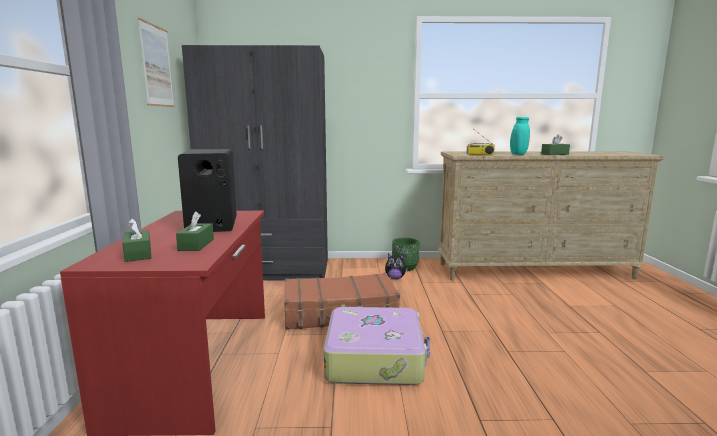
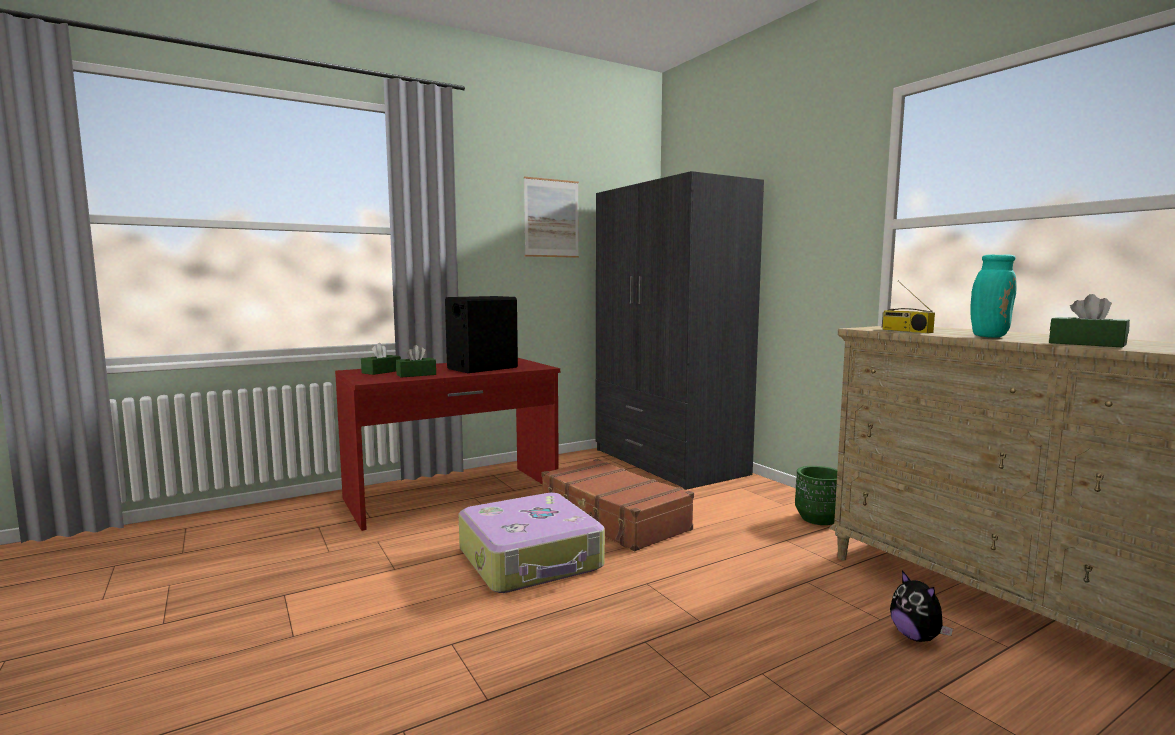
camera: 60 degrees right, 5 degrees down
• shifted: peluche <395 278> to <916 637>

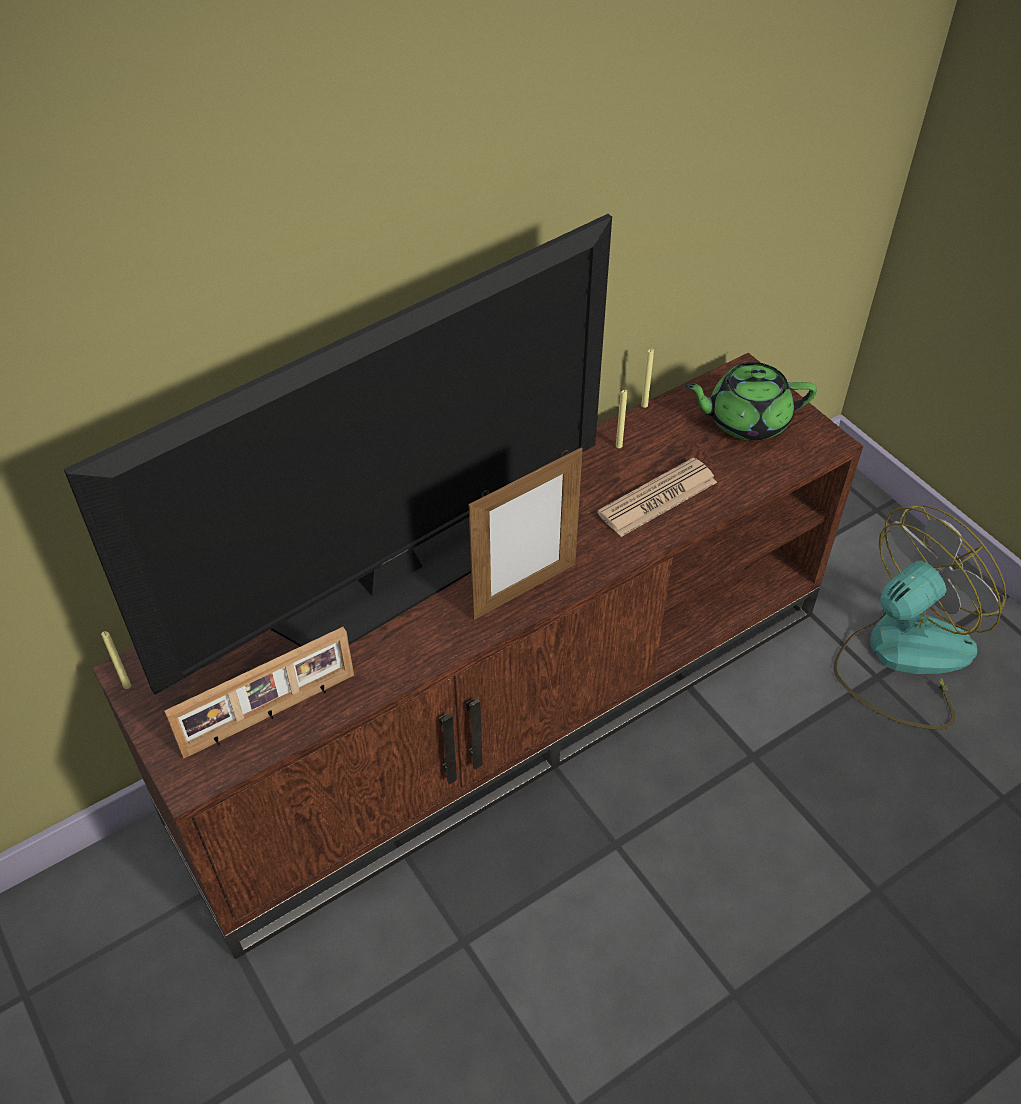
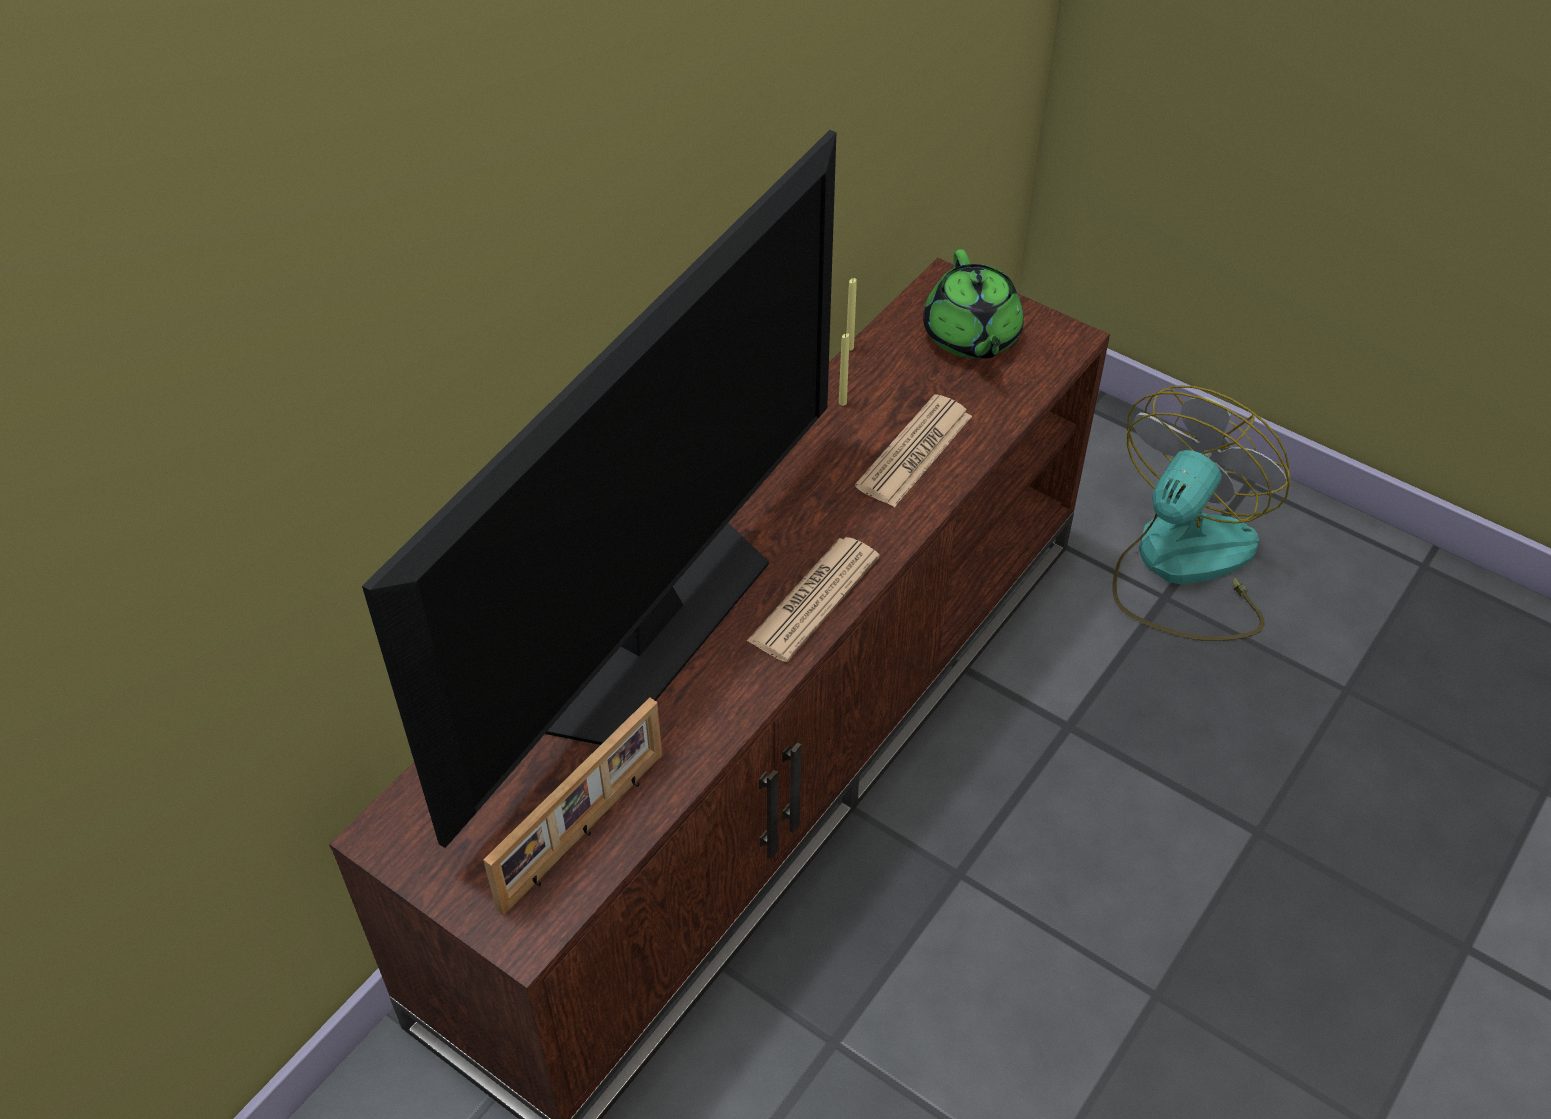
camera: 20 degrees left, 0 degrees up
• swapped: portarretratos <524 590> to periódico <814 599>
• rotated: tetera [verde] <746 420> = <971 337> 75 degrees counterclockwise
• gone: vela [amarillo] <127 685>

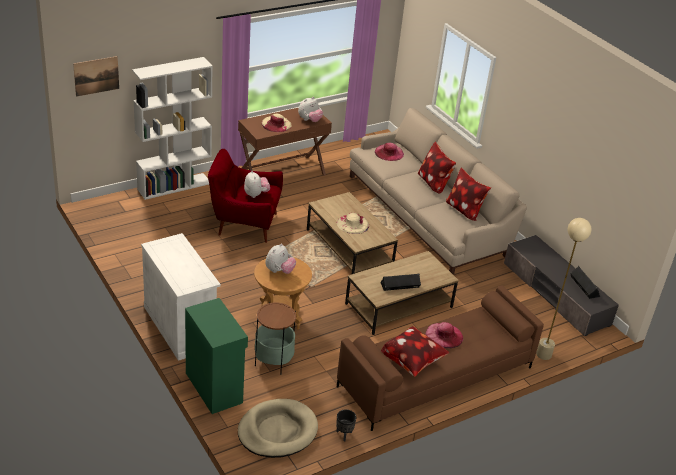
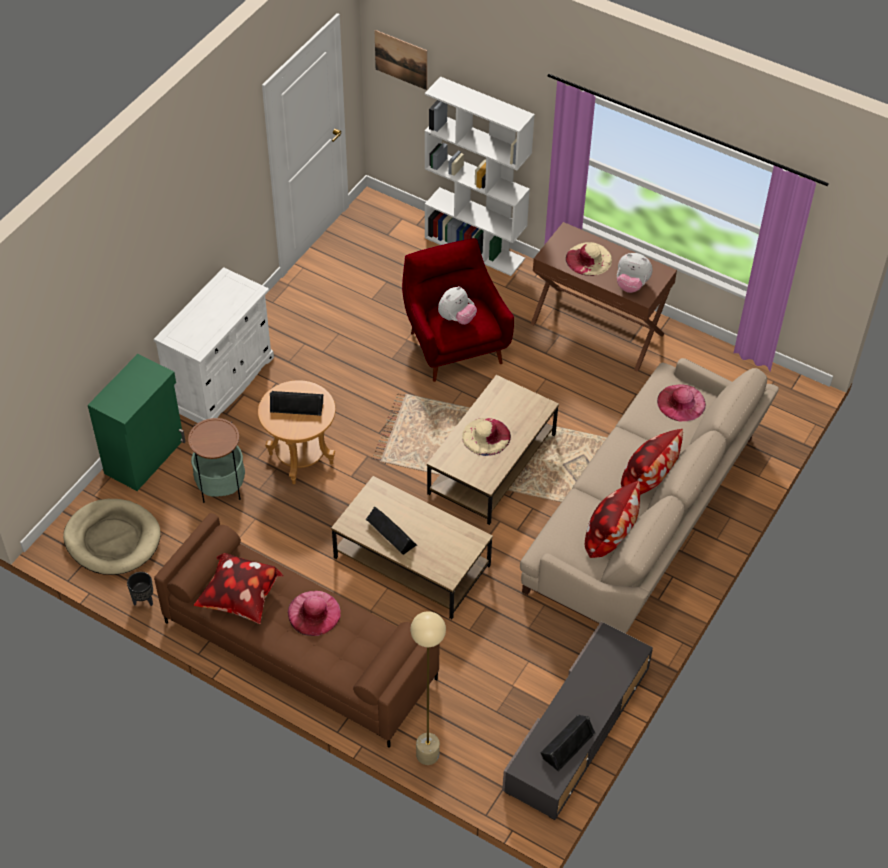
camera: 65 degrees right, 15 degrees up
• swapped: peluche <279 271> to altavoz [negro] <297 405>

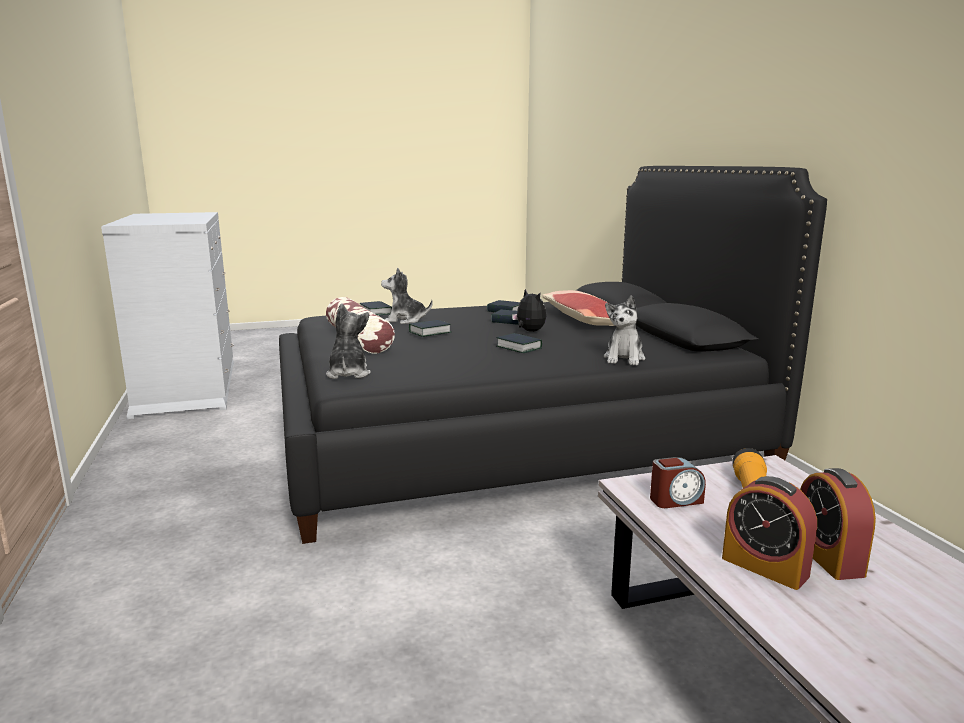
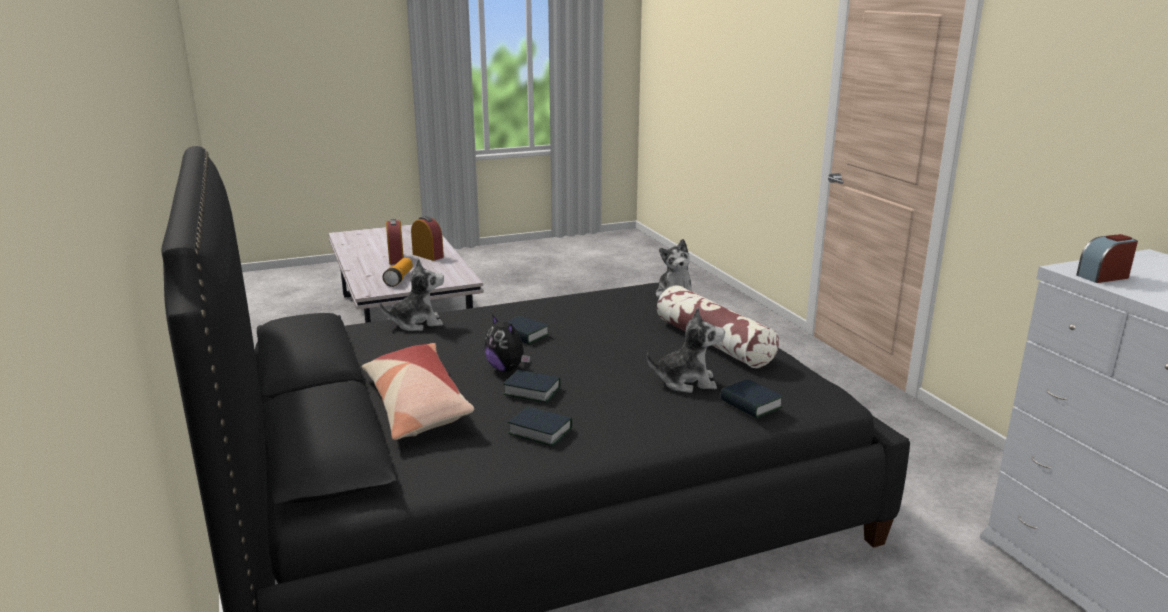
camera: 175 degrees right, 5 degrees up
• rotated: peluche <624 358> = <417 323> 60 degrees clockwise
• shifted: despertador <675 500> to <1103 276>
• gone: libro <430 332>

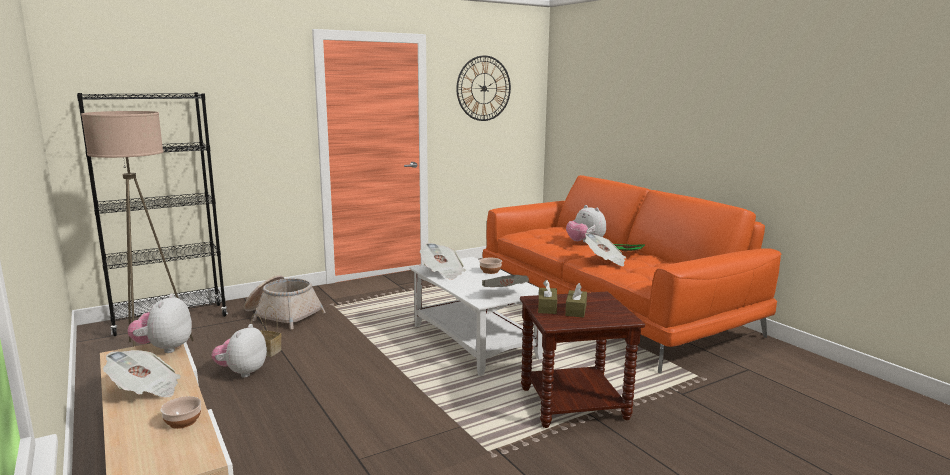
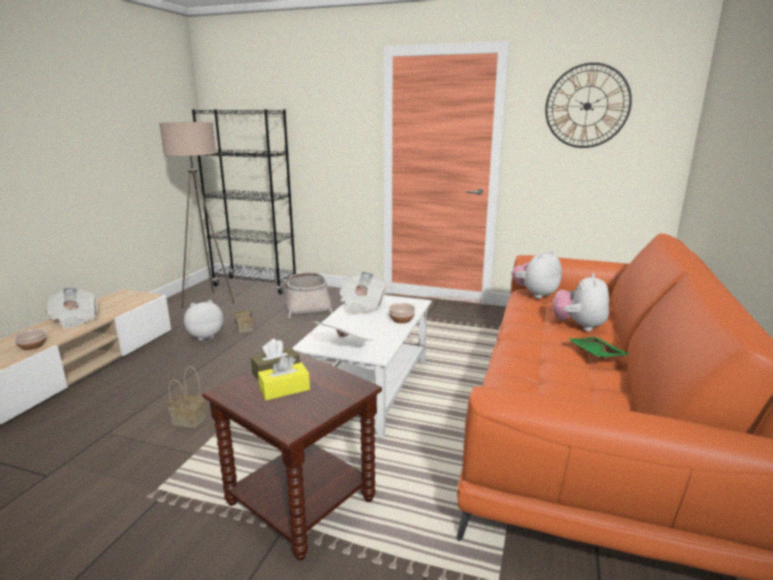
camera: 50 degrees right, 5 degrees up
• new: cesta <190 420>
• repainted: caja de pañuelos [marrón] <576 310> to caja de pañuelos [amarillo] <284 389>
• shifted: peluche <164 348> to <535 294>
• gone: periódico <605 261>

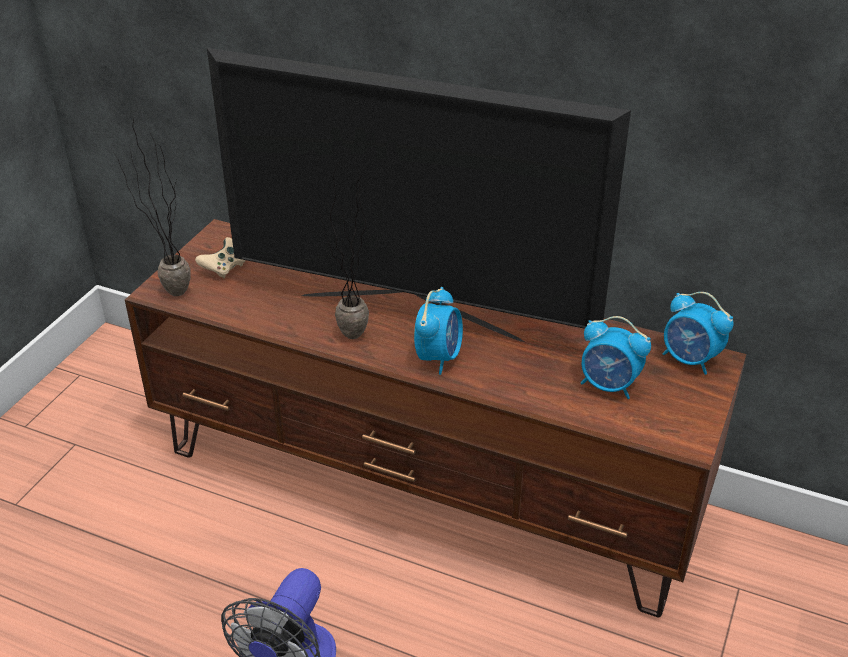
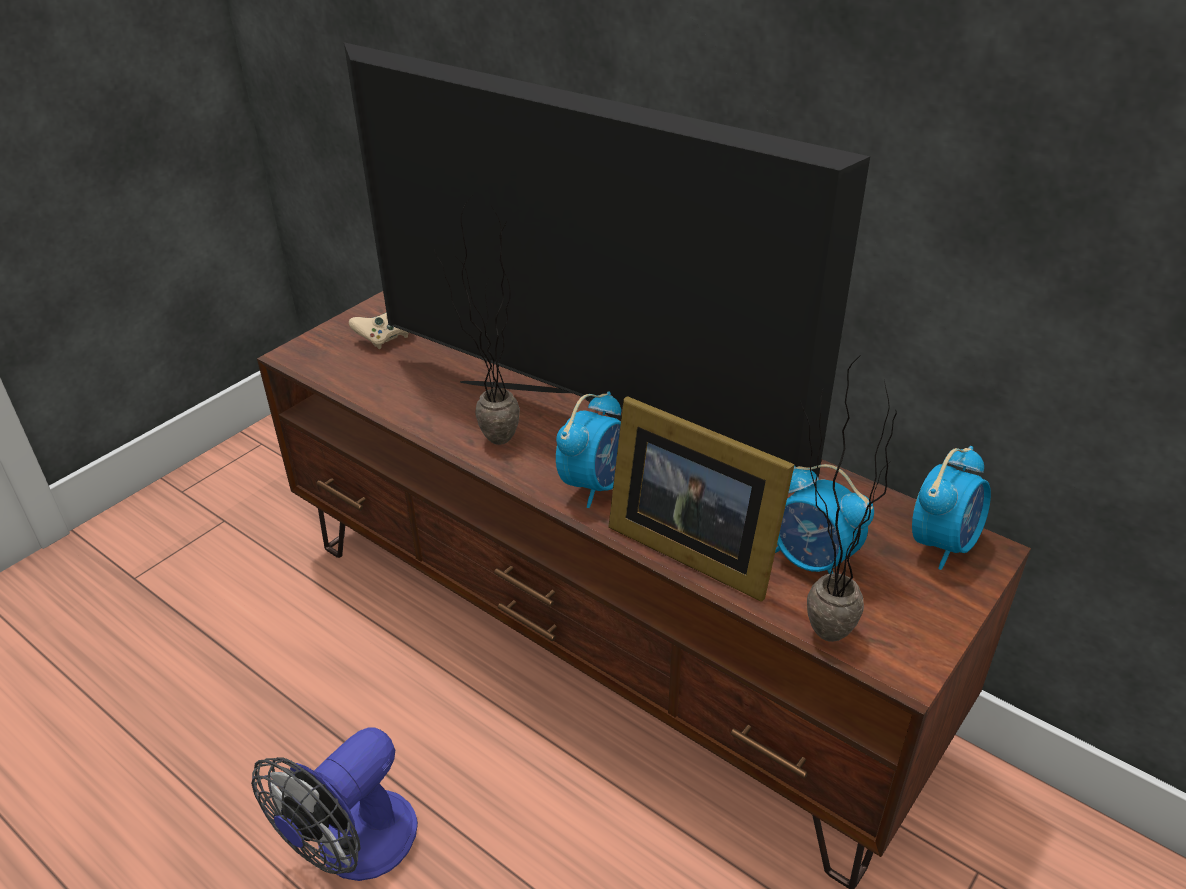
camera: 15 degrees right, 0 degrees up
• new: portarretratos <690 545>
• shifted: planta en maceta <168 291> to <812 628>
• rotated: despertador <690 360> = <943 543> 105 degrees counterclockwise

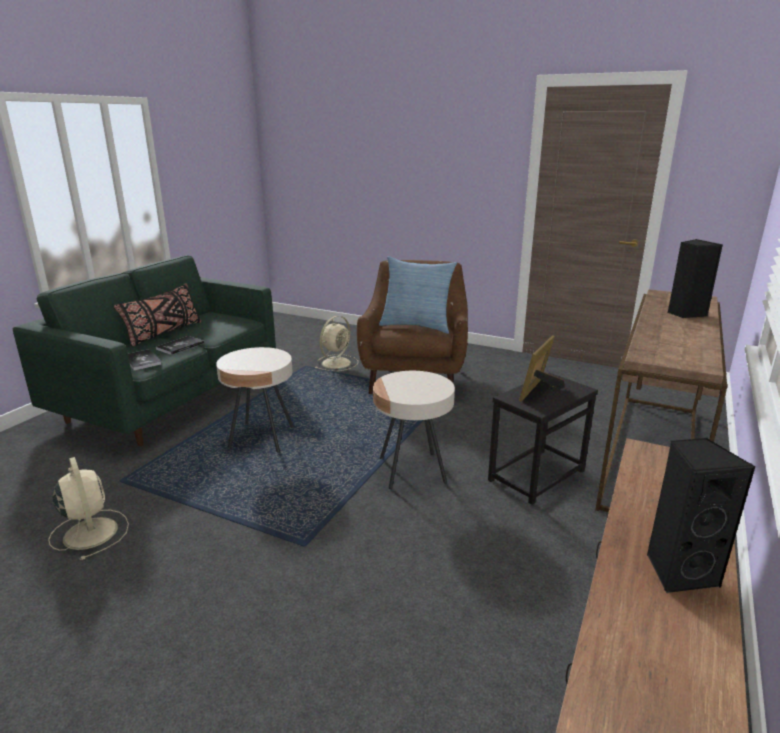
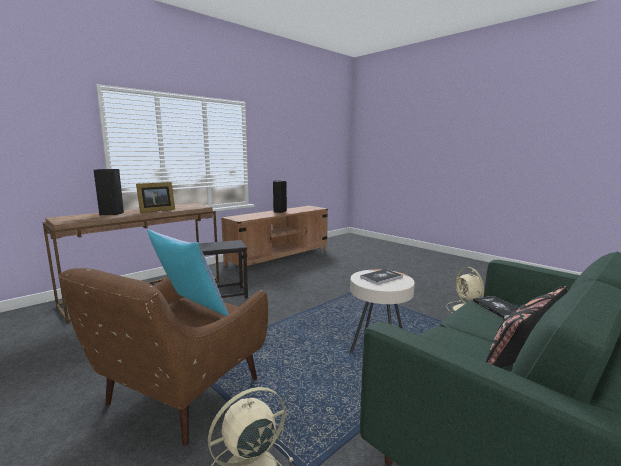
camera: 160 degrees left, 10 degrees down
• shifted: portarretratos <539 391> to <155 210>
• shifted: libro <180 346> to <381 277>
• gone: mesa auxiliar [beis] <412 470>

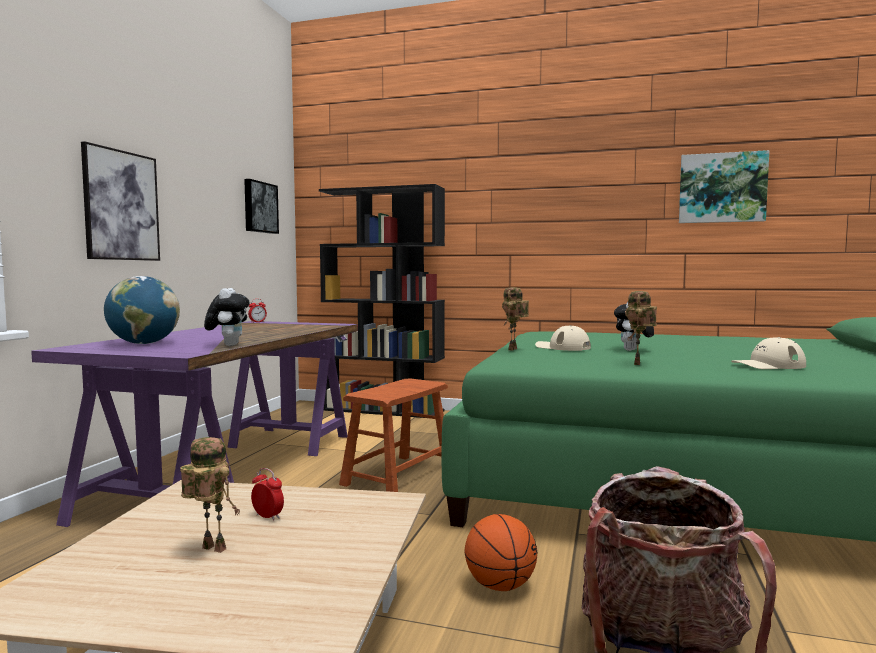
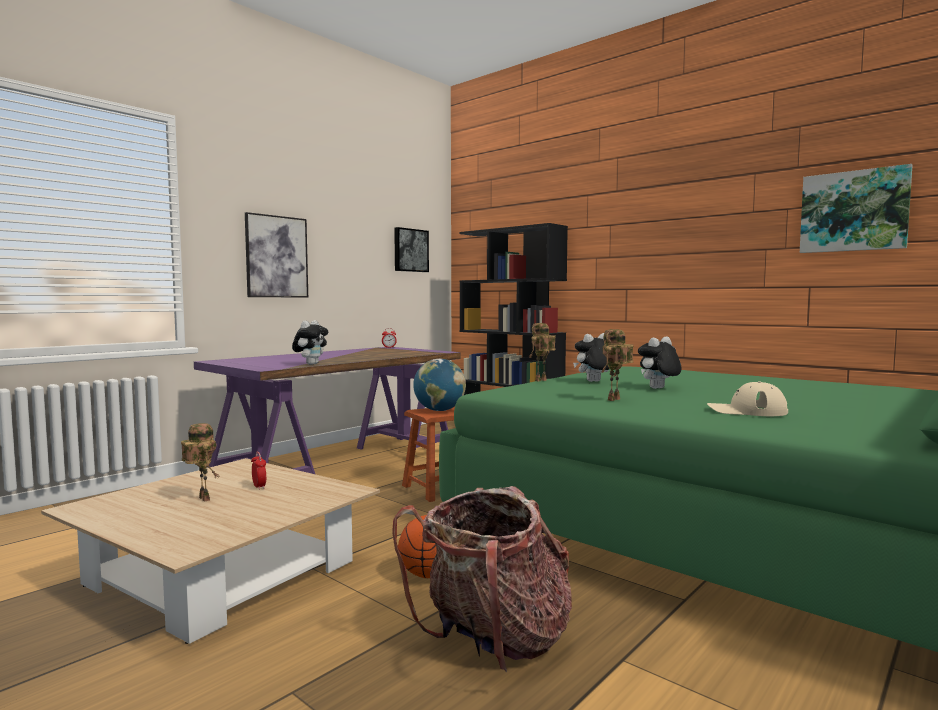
camera: 25 degrees right, 0 degrees up
• shifted: globo terráqueo <144 343> to <439 410>
• swapped: gorra [beis] <562 347> to peluche <594 382>

